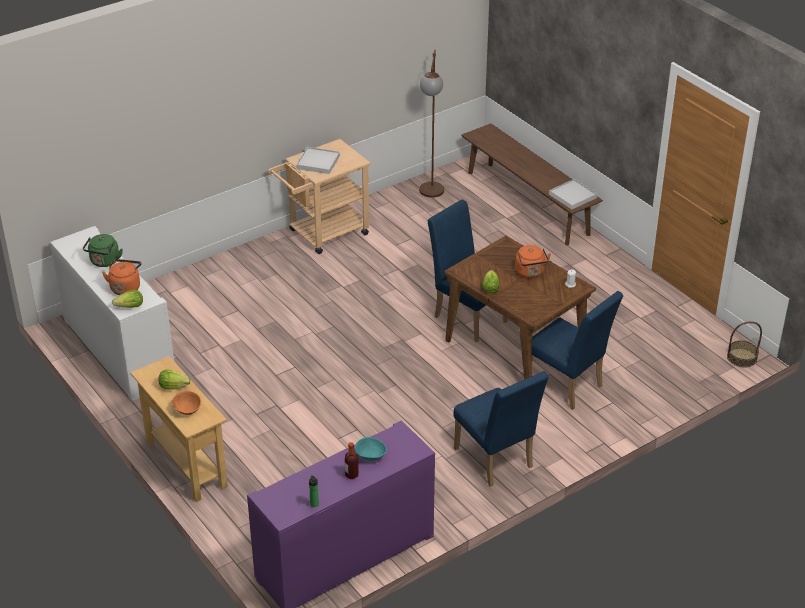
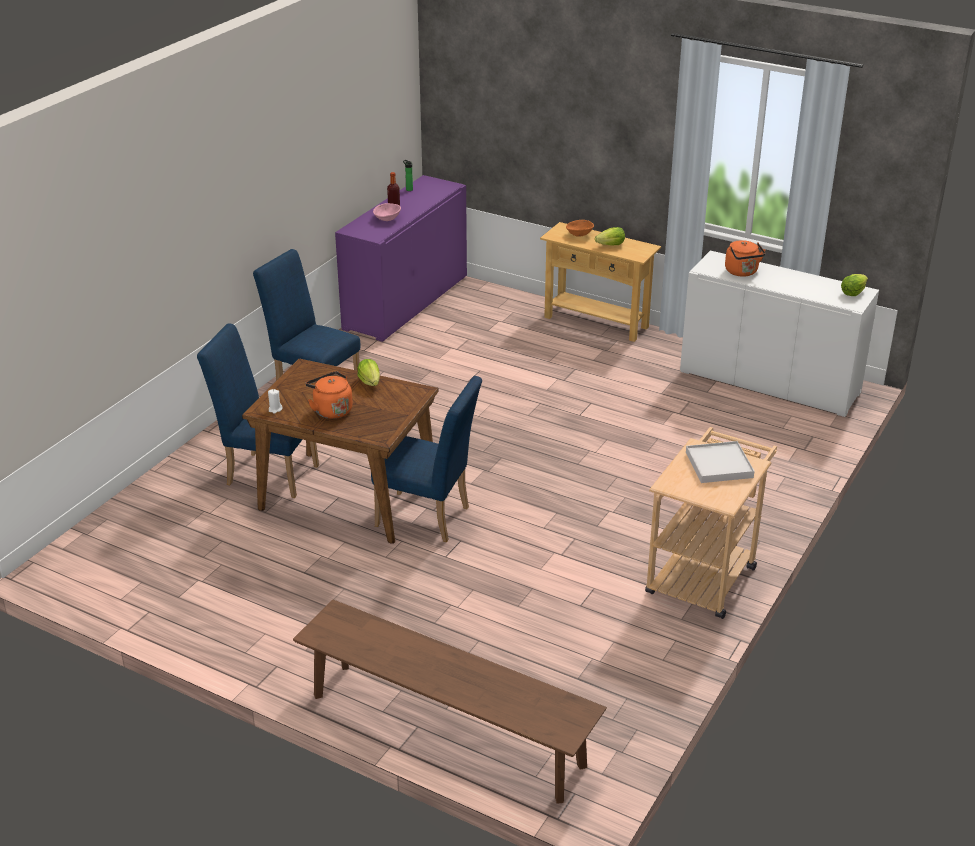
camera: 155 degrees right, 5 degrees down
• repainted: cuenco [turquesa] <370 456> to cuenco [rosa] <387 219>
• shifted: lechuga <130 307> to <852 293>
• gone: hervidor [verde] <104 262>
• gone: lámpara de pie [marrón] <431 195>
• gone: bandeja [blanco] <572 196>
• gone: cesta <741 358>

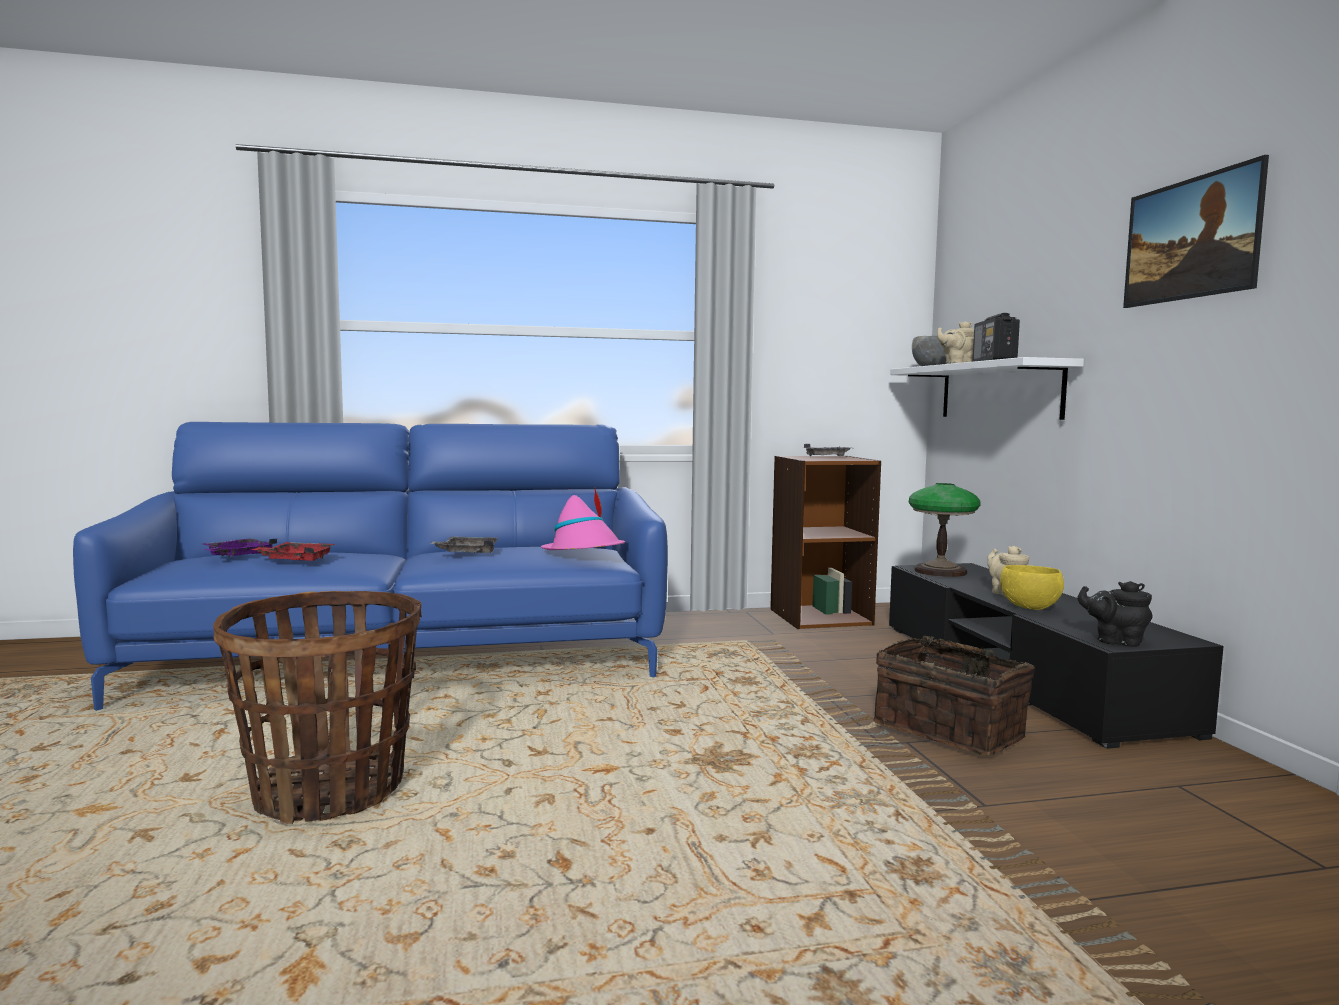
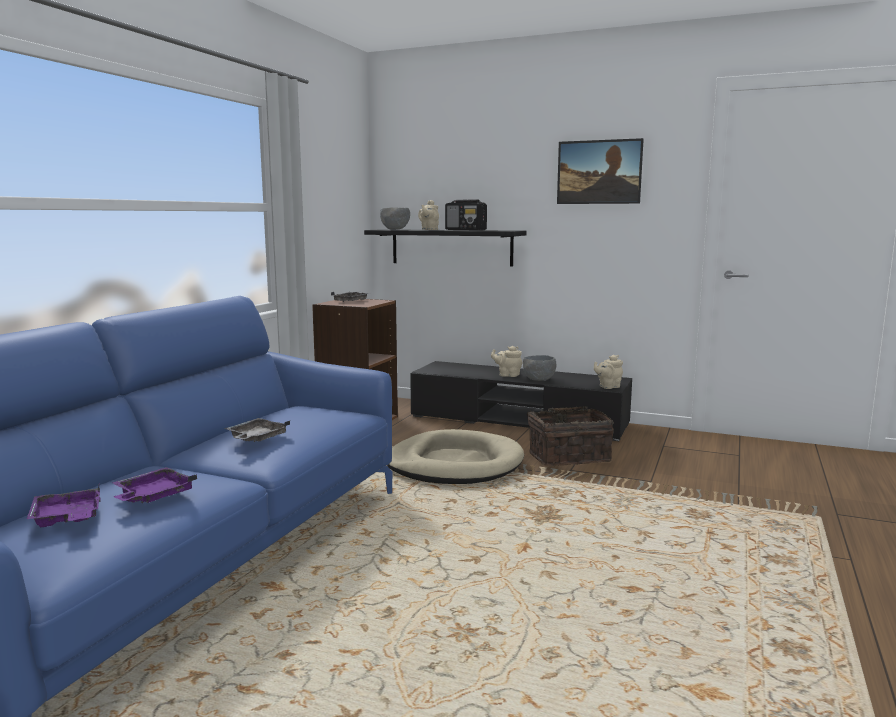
camera: 55 degrees left, 5 degrees up
• repainted: bandeja [rojo] <296 560> to bandeja [morado] <153 496>
• repainted: estante [blanco] <999 391> to estante [negro] <451 247>
• new: cama para perro [beis] <454 464>
• repainted: cuenco [amarillo] <1030 608> to cuenco [gris] <539 380>
• repainted: tetera [negro] <1115 641> to tetera [beis] <608 387>
• gone: cesta <329 790>
• gone: sombrero [rosa] <584 552>
• gone: lámpara de mesa <940 571>

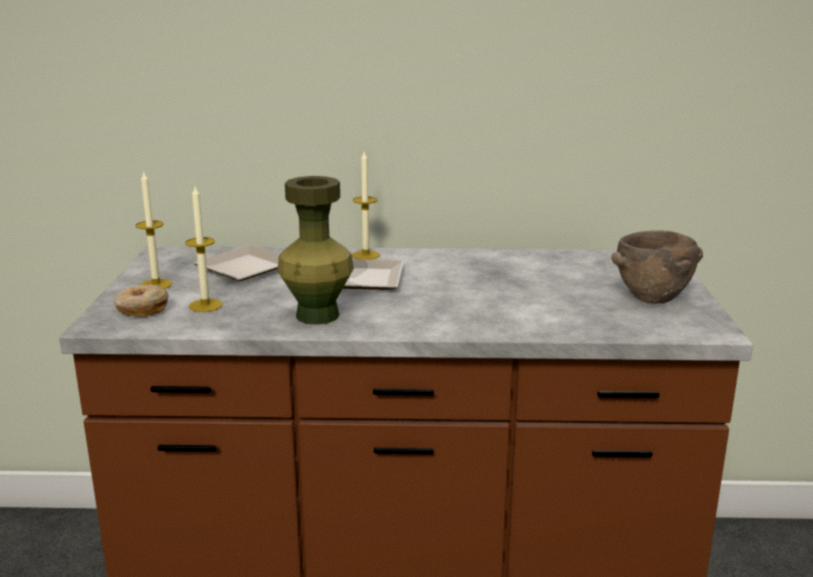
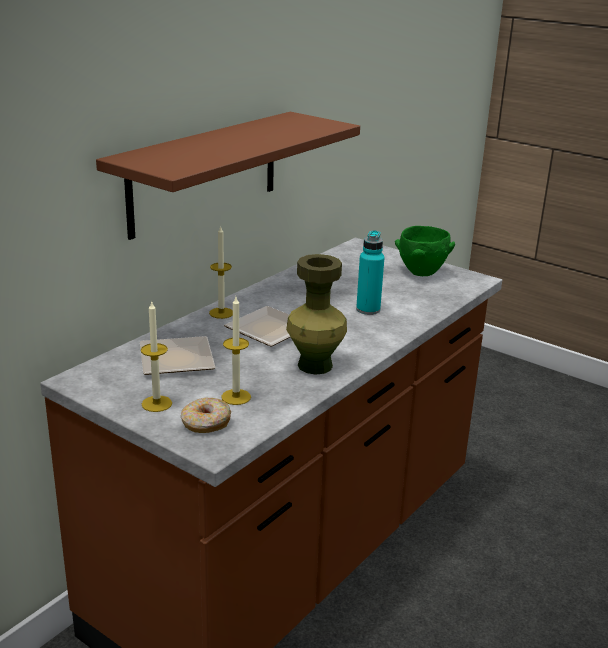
camera: 55 degrees left, 5 degrees up
• new: estante [marrón] <205 173>
• new: botella [turquesa] <368 309>
• repainted: cuenco [marrón] <653 300> to cuenco [verde] <421 273>

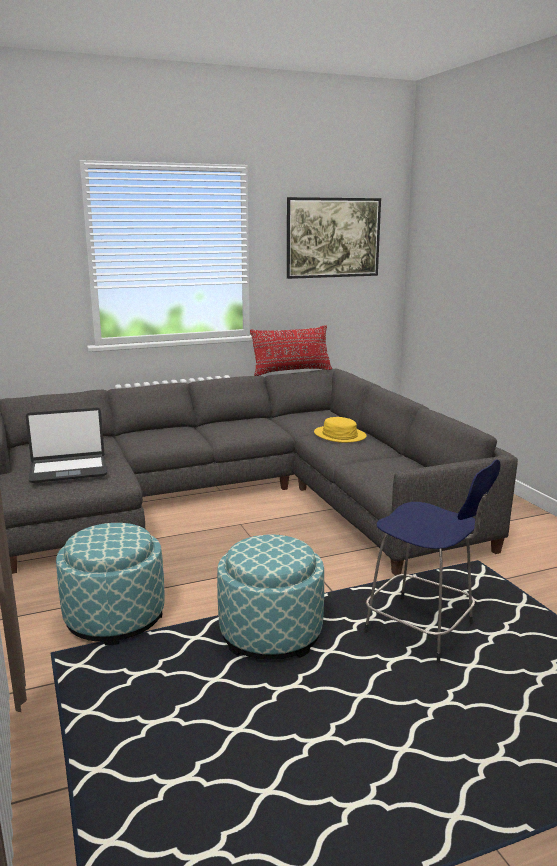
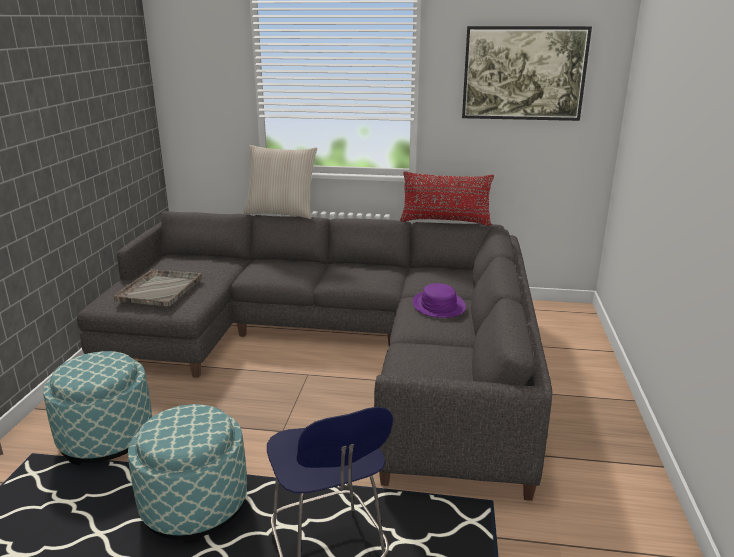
camera: 30 degrees right, 5 degrees up
• swapped: portátil <68 470> to bandeja [gris] <160 289>
• new: cojín [beis] <281 213>
• repainted: sombrero [amarillo] <339 435> to sombrero [morado] <438 305>

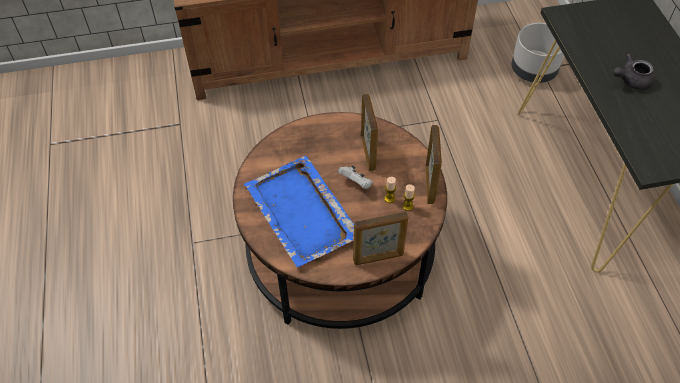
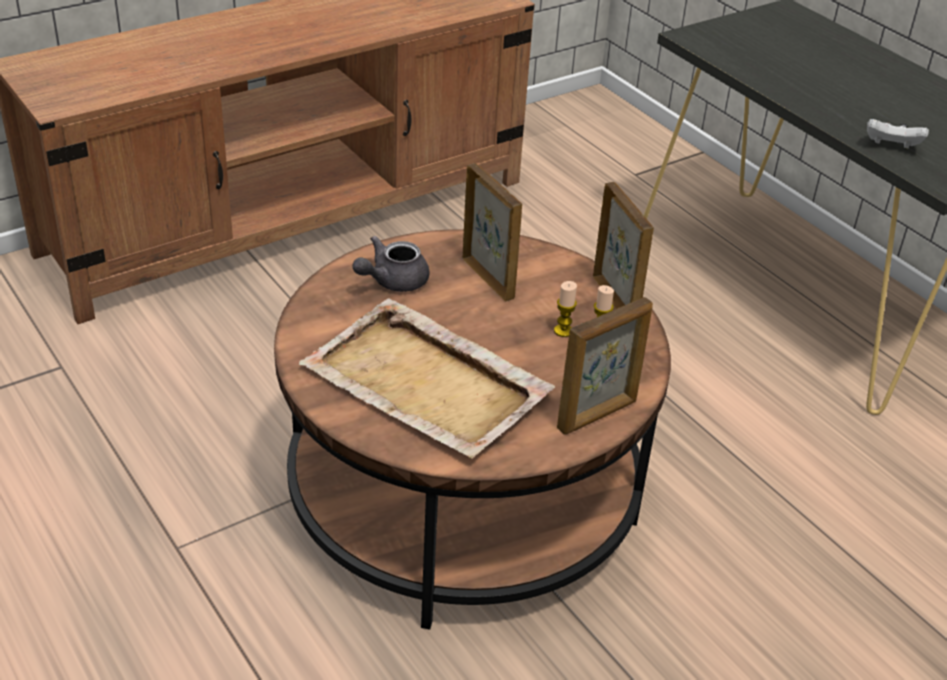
camera: 25 degrees left, 15 degrees down
• repainted: bandeja [azul] <302 213> to bandeja [beis] <427 384>
• shifted: tetera [gris] <630 81> to <392 281>
• shifted: mando de consola [blanco] <356 183> to <891 147>
• gone: maceta [gris] <533 71>

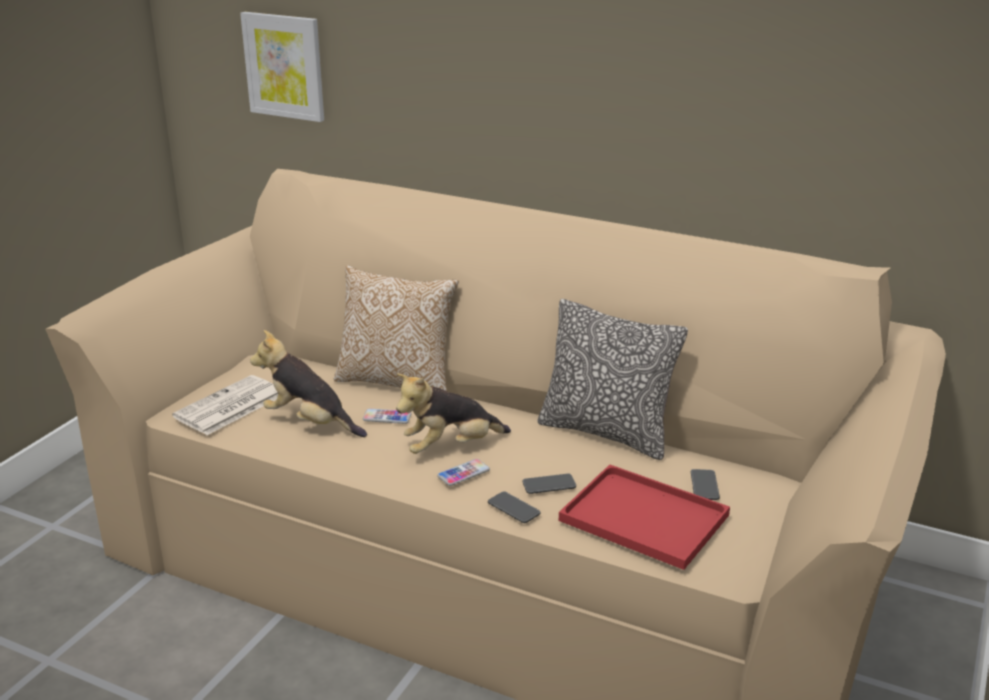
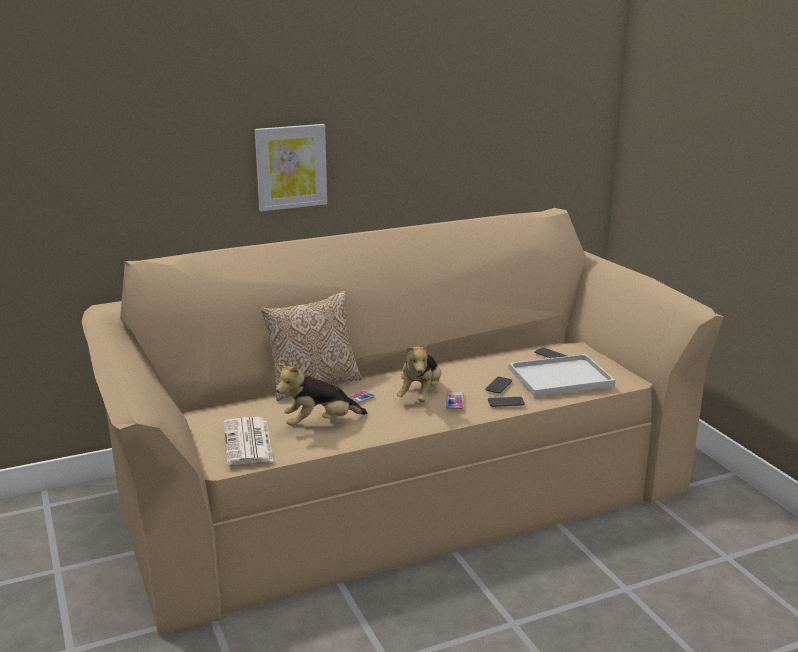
camera: 50 degrees left, 5 degrees down
• shifted: cuadro <284 66> to <291 167>
• repainted: bandeja [rojo] <640 517> to bandeja [blanco] <559 378>
• gone: cojín <606 432>

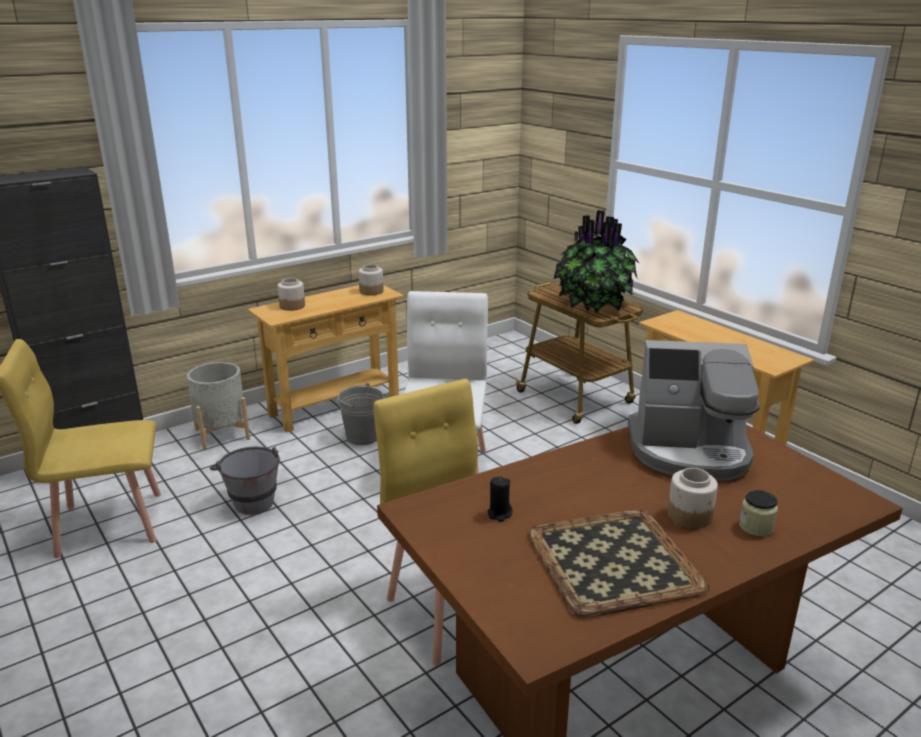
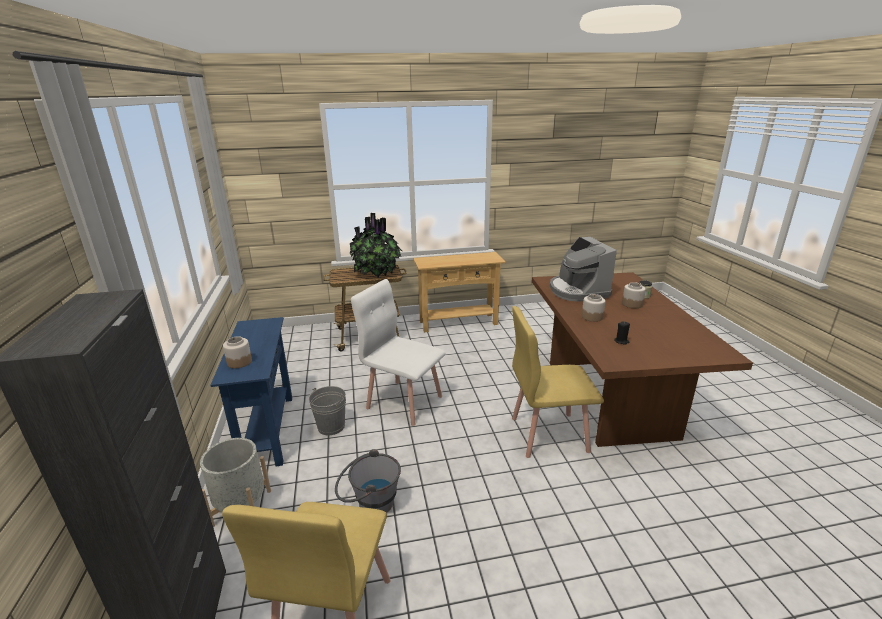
camera: 65 degrees left, 0 degrees up
• repainted: mesa consola [beis] <335 406> to mesa consola [azul] <268 430>
• rotated: cafetera <689 451> = <577 291> 135 degrees clockwise
• shifted: tarro <372 291> to <592 317>
• gone: bandeja <611 560>

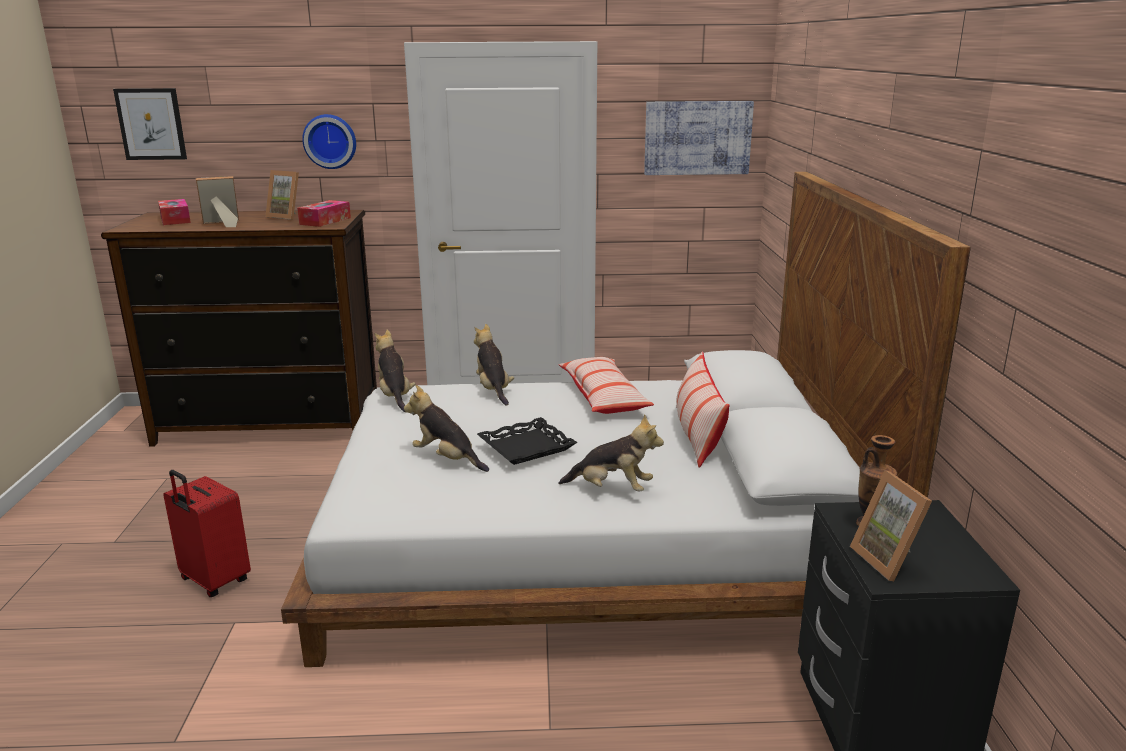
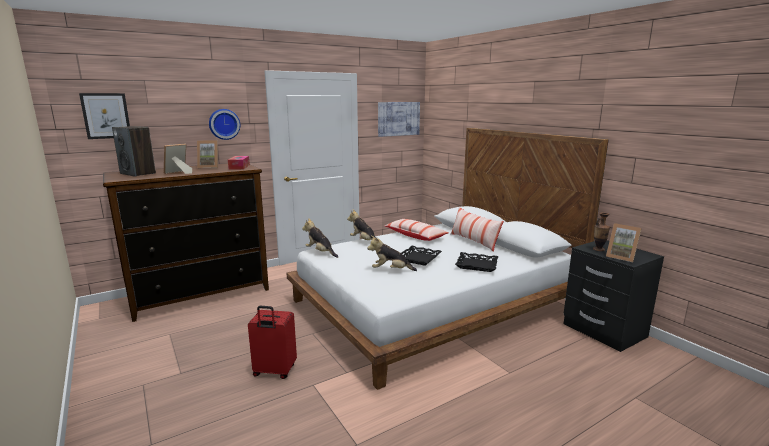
camera: 30 degrees left, 5 degrees down
• swapped: caja de pañuelos <175 219> to altavoz <138 173>
• swapped: peluche <612 489> to bandeja [negro] <476 265>

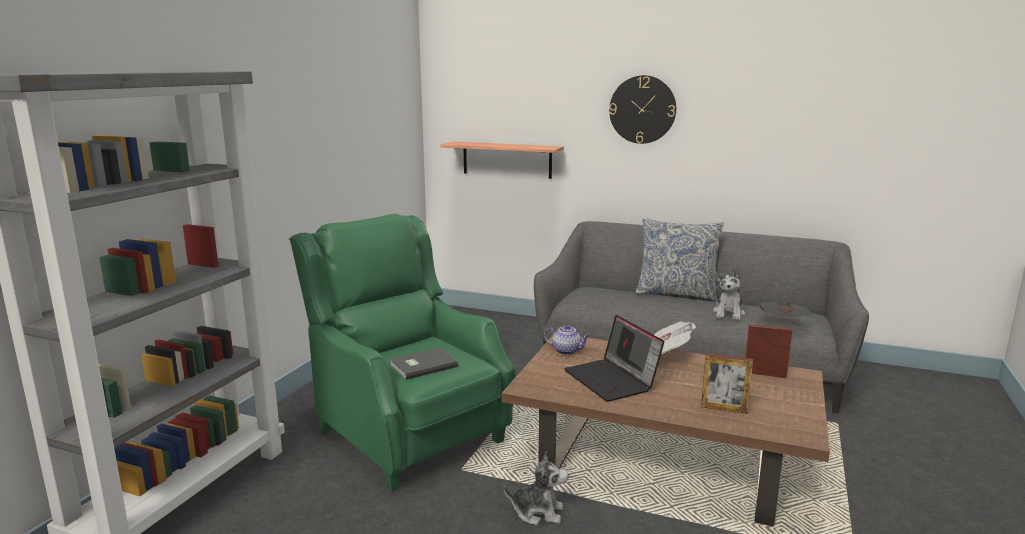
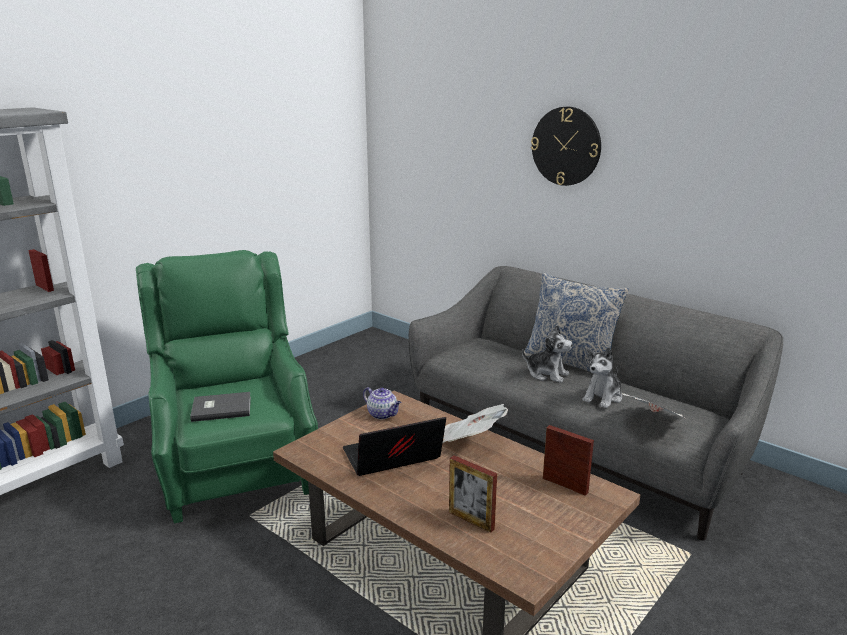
camera: 20 degrees right, 5 degrees up
• rotated: portátil <612 380> = <391 459> 75 degrees clockwise
• shifted: peluche <538 512> to <547 374>
• gone: estante <507 159>

